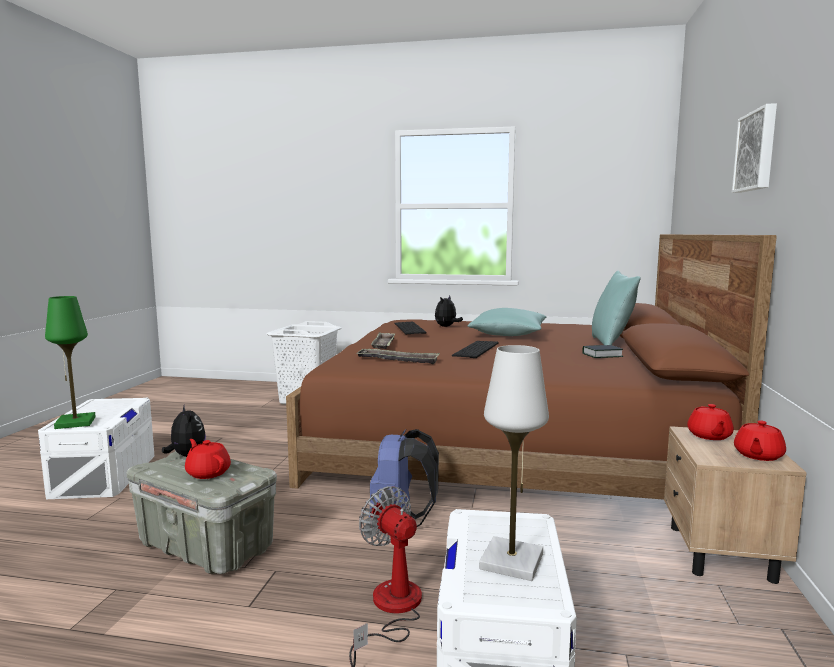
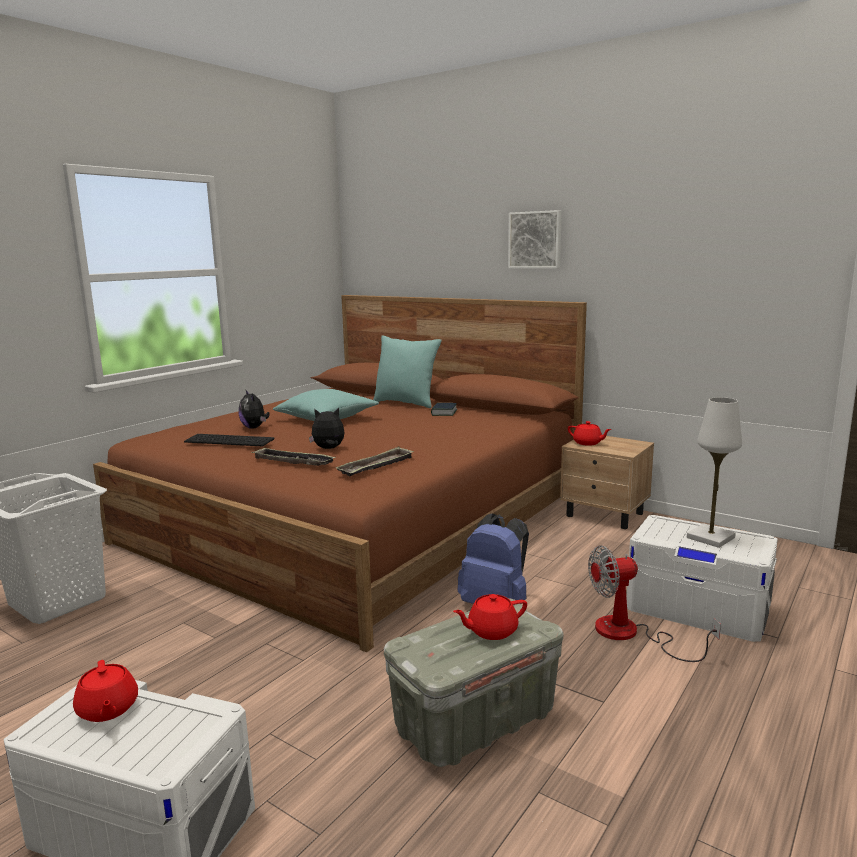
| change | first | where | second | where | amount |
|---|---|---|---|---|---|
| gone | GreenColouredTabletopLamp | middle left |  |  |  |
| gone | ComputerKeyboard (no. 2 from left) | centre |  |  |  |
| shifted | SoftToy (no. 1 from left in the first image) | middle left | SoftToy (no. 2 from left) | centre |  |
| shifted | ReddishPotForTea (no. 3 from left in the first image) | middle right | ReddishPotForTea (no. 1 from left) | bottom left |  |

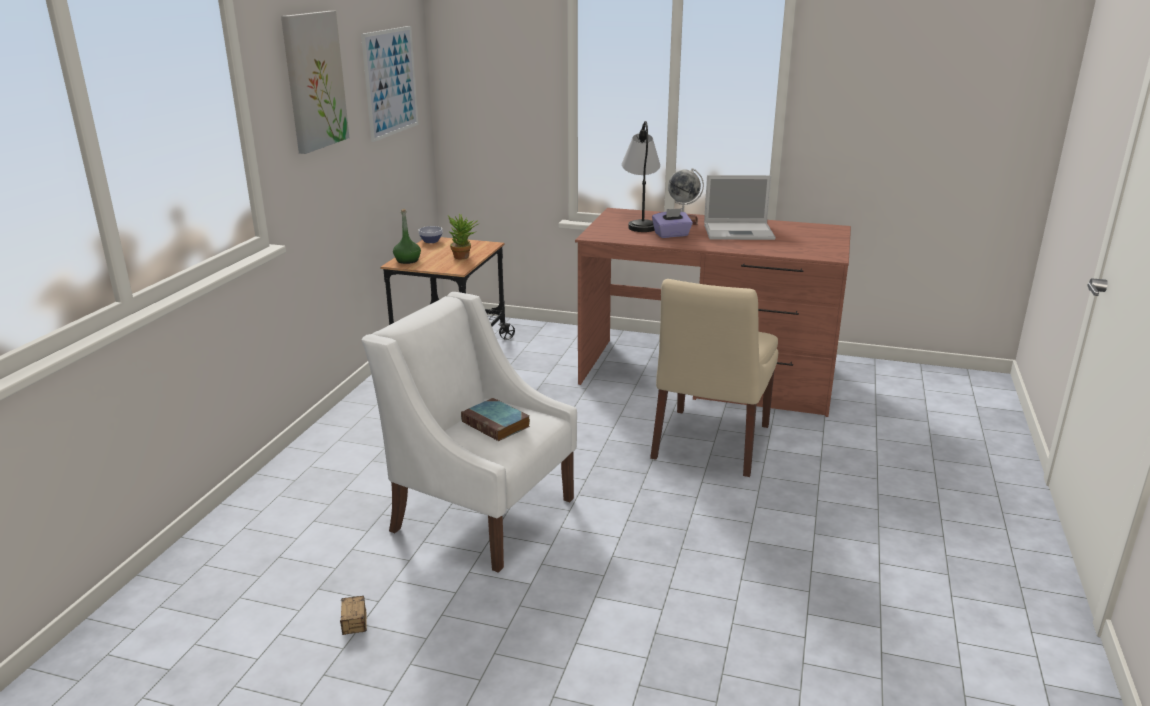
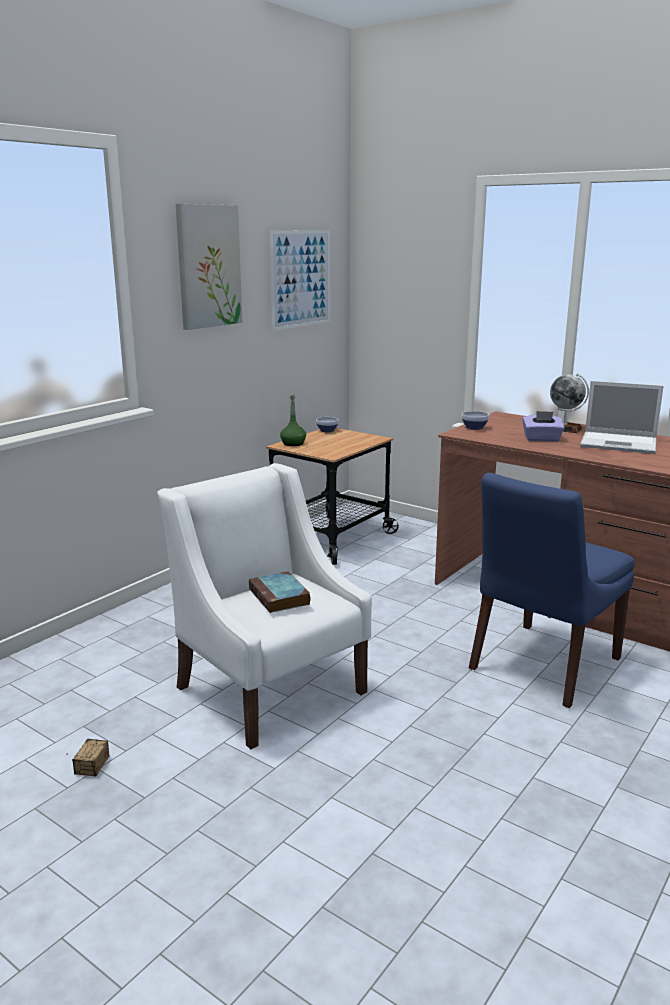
| change | first | where | second | where | amount |
|---|---|---|---|---|---|
| gone | PottedPlant | centre |  |  |  |
| gone | TabletopLamp | top centre |  |  |  |
| new |  |  | ServingBowl (no. 2 from left) | middle right |  |
| repainted | BeigeColouredPlainChair | centre | BlueColouredPlainChair | middle right |  |

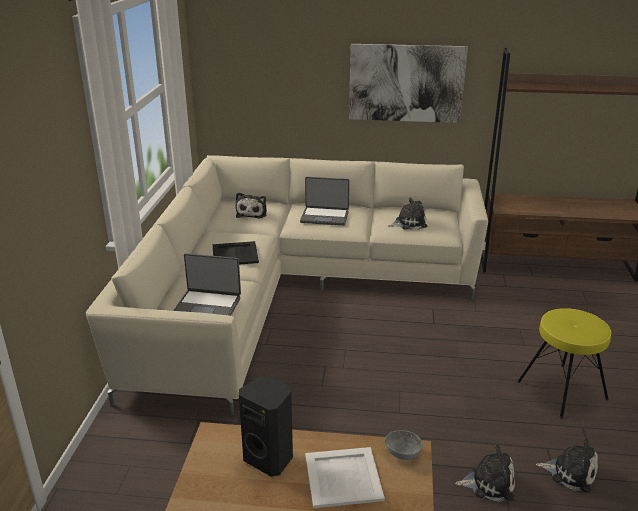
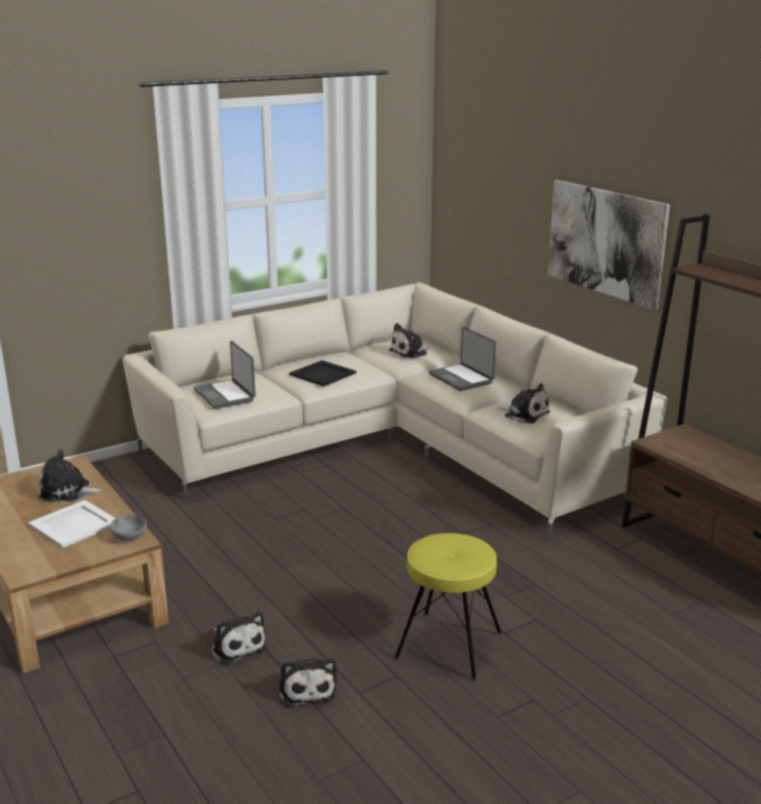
| change | first | where | second | where | amount |
|---|---|---|---|---|---|
| swapped | BlackishSpeaker | bottom centre | SoftToy (no. 1 from left) | middle left |  |

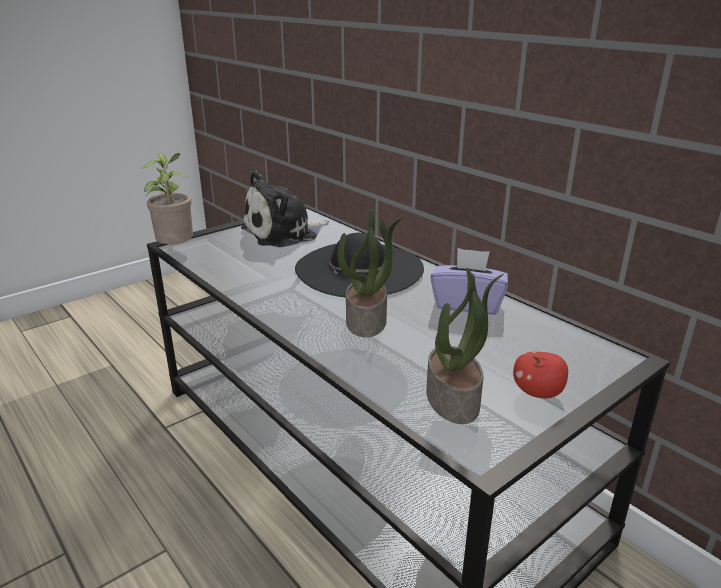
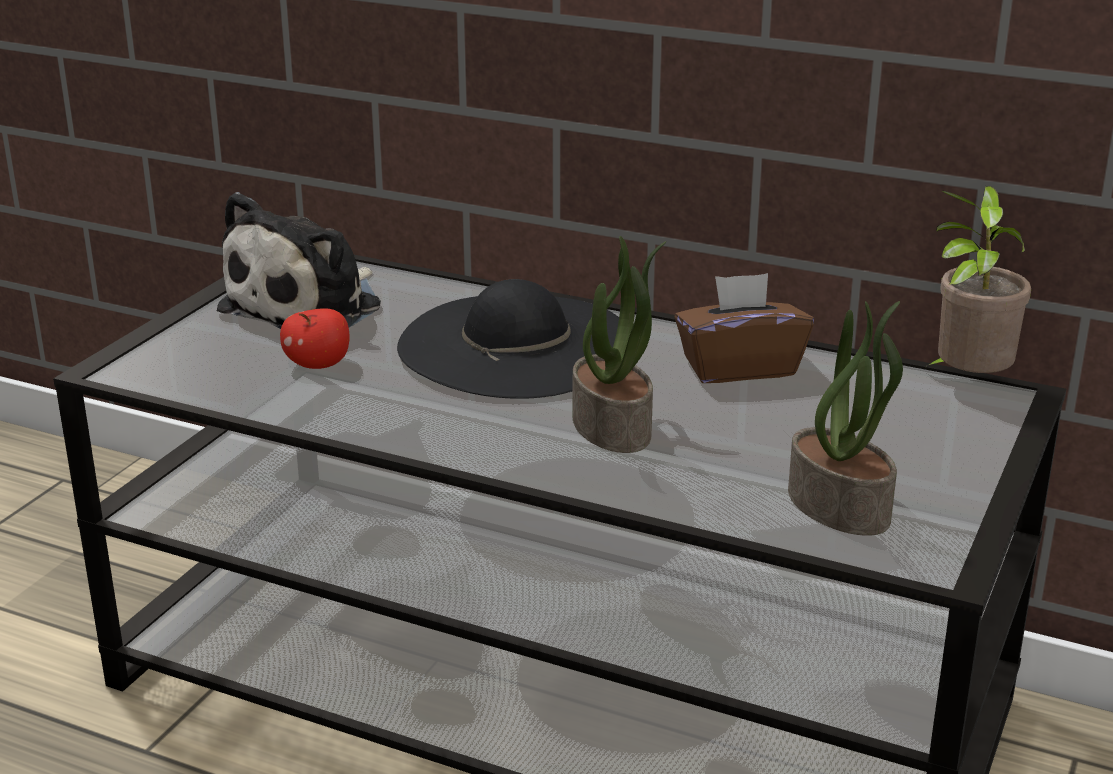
| change | first | where | second | where | amount |
|---|---|---|---|---|---|
| shifted | PottedPlant (no. 1 from left in the first image) | middle left | PottedPlant (no. 3 from left) | middle right |  |
| shifted | WholeApple | middle right |  | middle left |  |
| repainted | PurplishTissueBox | centre | BrownishTissueBox | middle right |  |

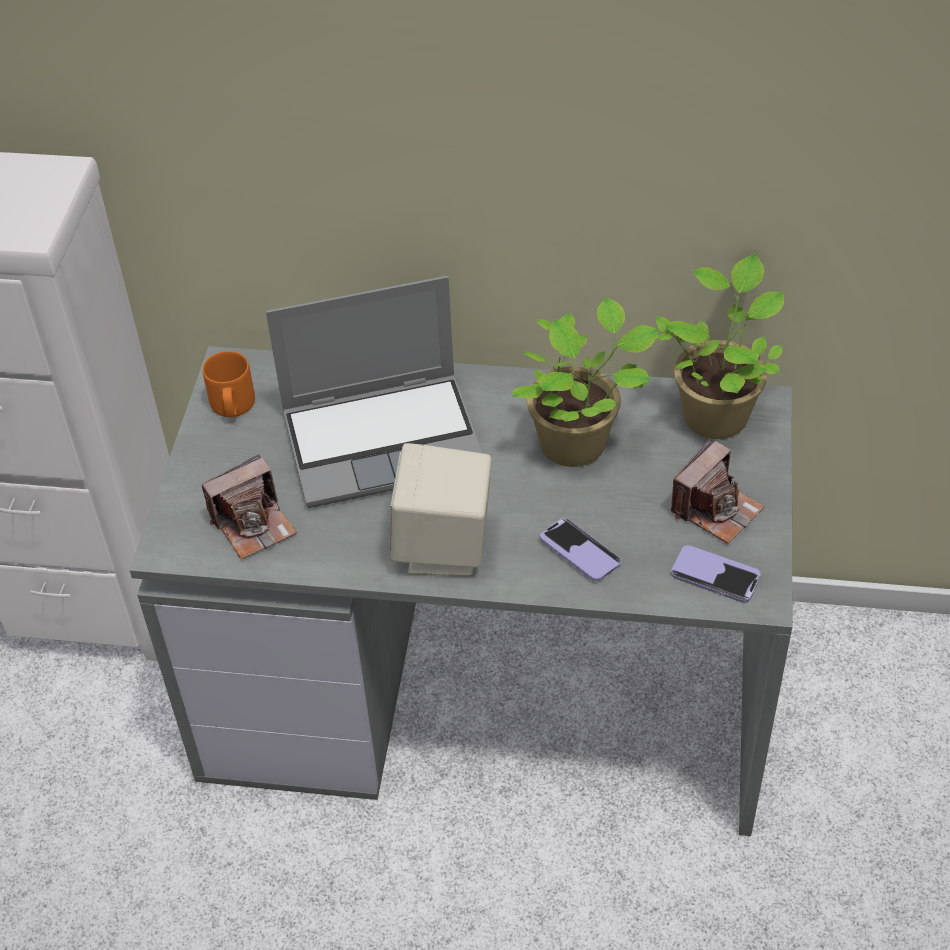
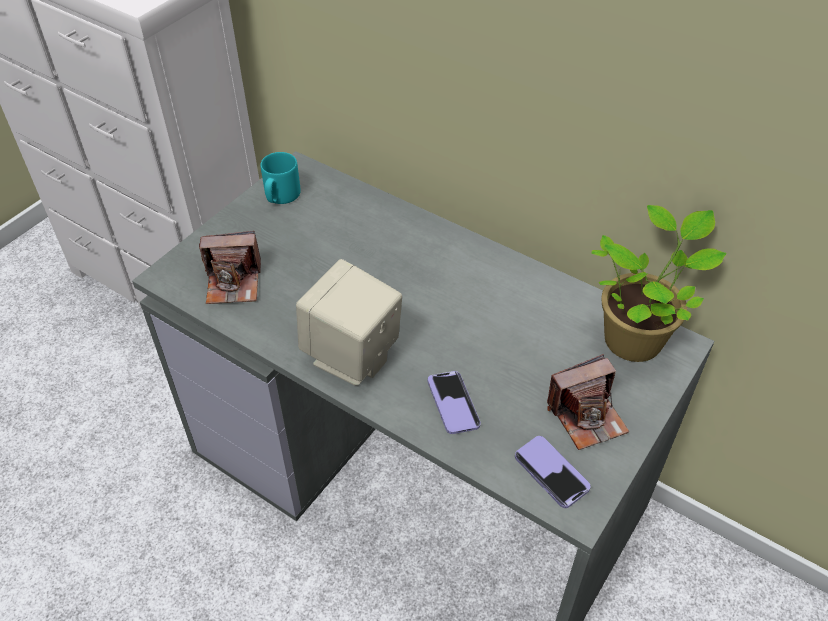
| change | first | where | second | where | amount |
|---|---|---|---|---|---|
| gone | Laptop | centre |  |  |  |
| gone | PottedPlant (no. 1 from left) | centre |  |  |  |
| repainted | OrangeCoffeeMug | middle left | BlueGreenCoffeeMug | top centre |  |

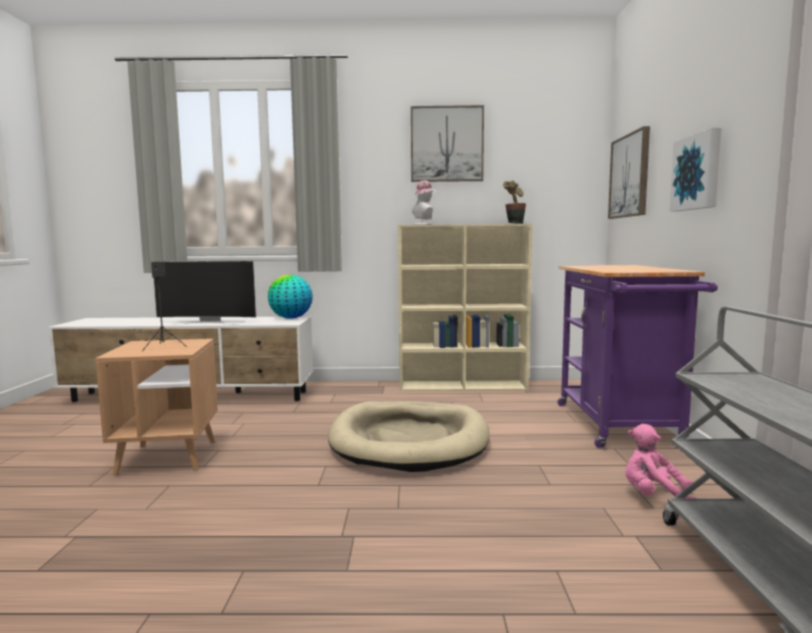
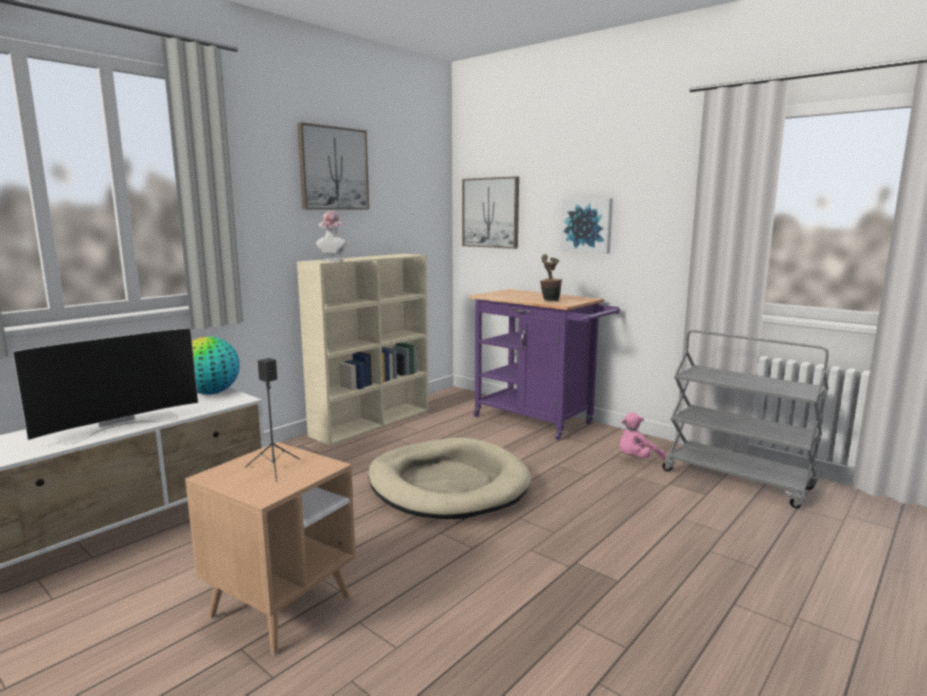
| change | first | where | second | where | amount |
|---|---|---|---|---|---|
| shifted | PottedPlant | top centre |  | centre |  |

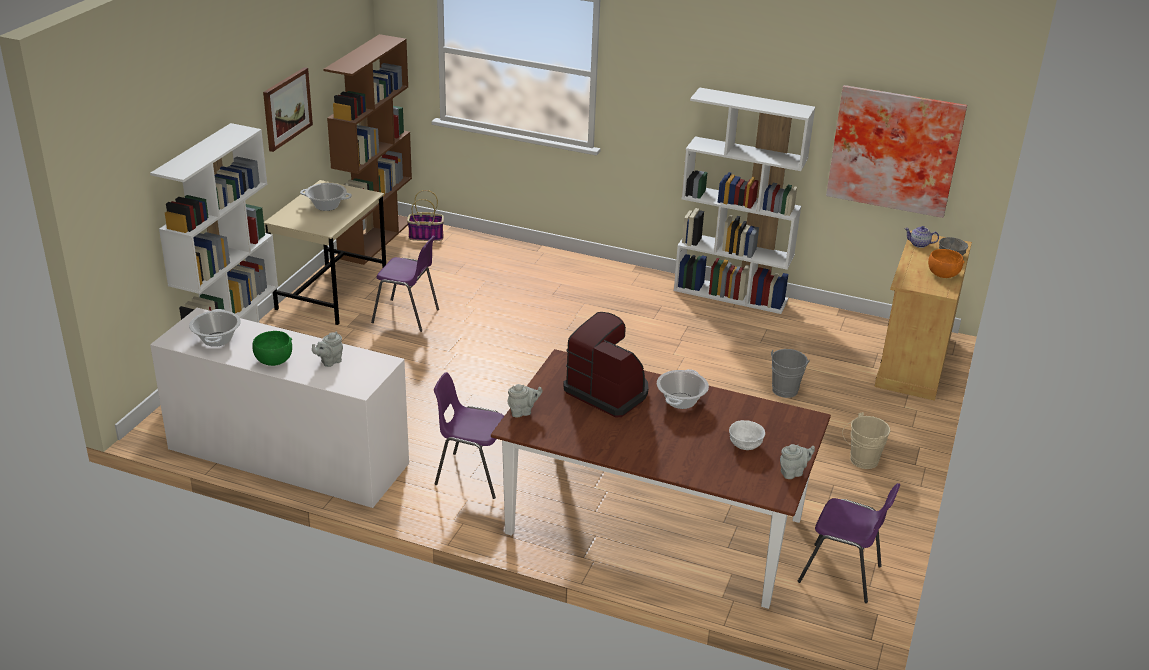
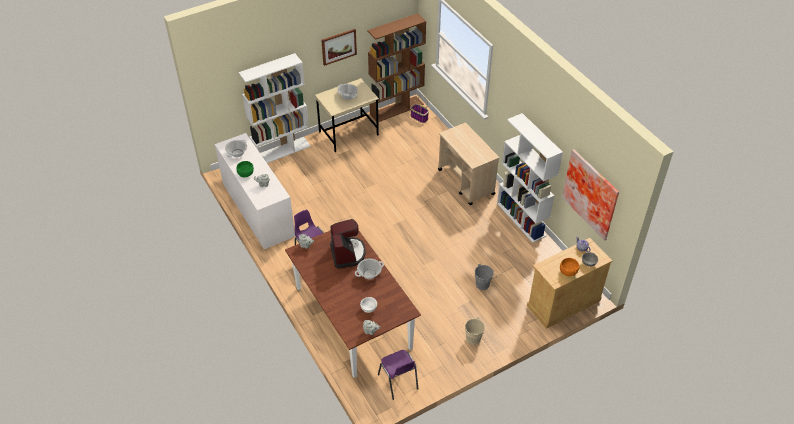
| change | first | where | second | where | amount |
|---|---|---|---|---|---|
| gone | PurplishPlainChair (no. 1 from left) | centre |  |  |  |
| new |  |  | BeigeColouredCart | centre |  |

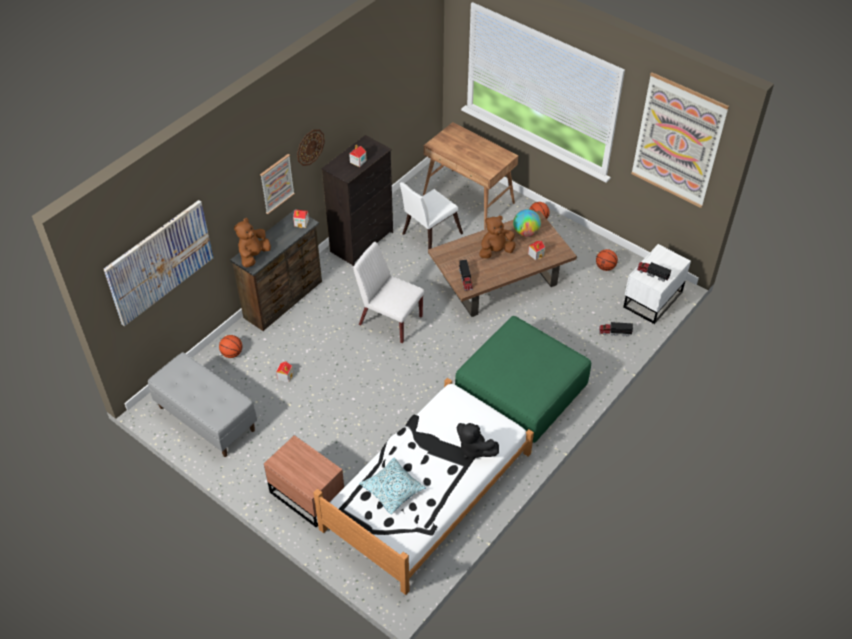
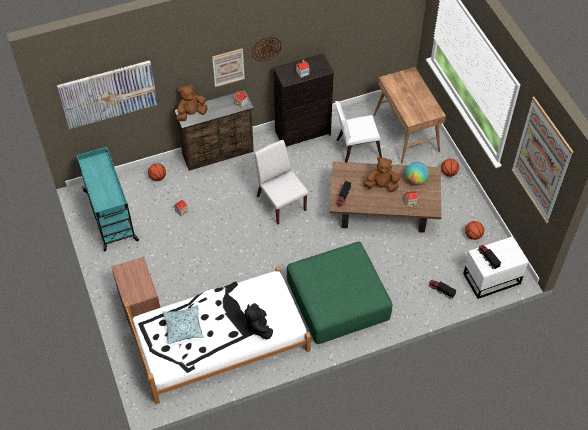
| change | first | where | second | where | amount |
|---|---|---|---|---|---|
| swapped | GreyLongSeat | middle left | BlueGreenCart | middle left |  |

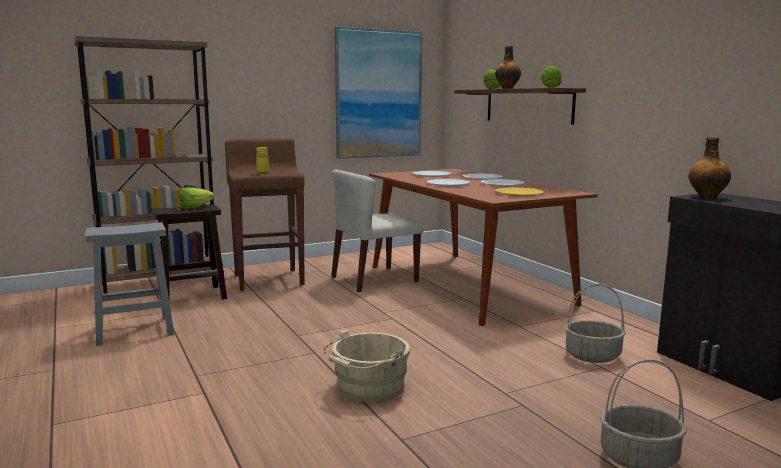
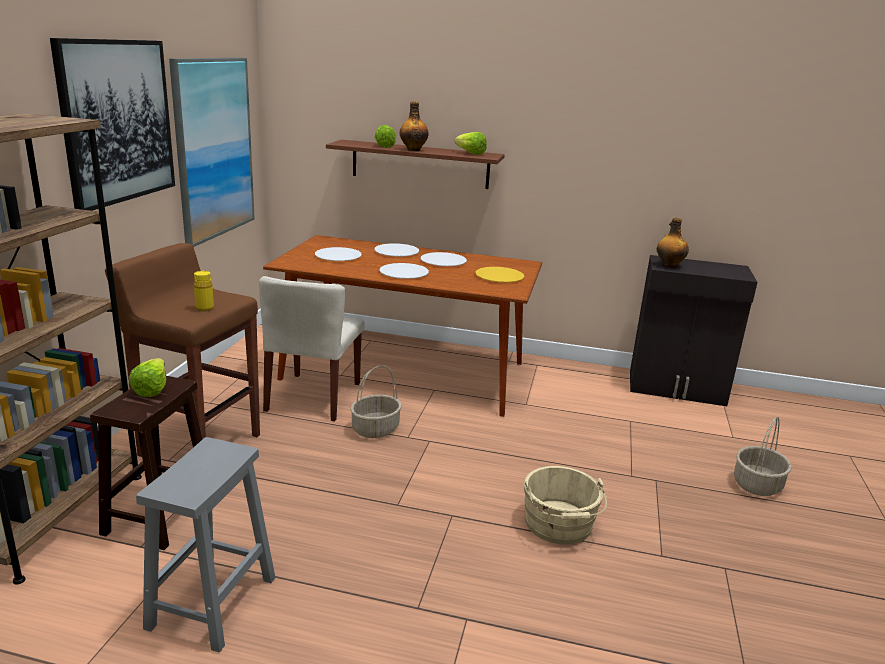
| change | first | where | second | where | amount |
|---|---|---|---|---|---|
| new |  |  | WallPicture (no. 1 from left) | top left |  |
| shifted | Basket (no. 1 from left) | bottom right |  | centre |  |

